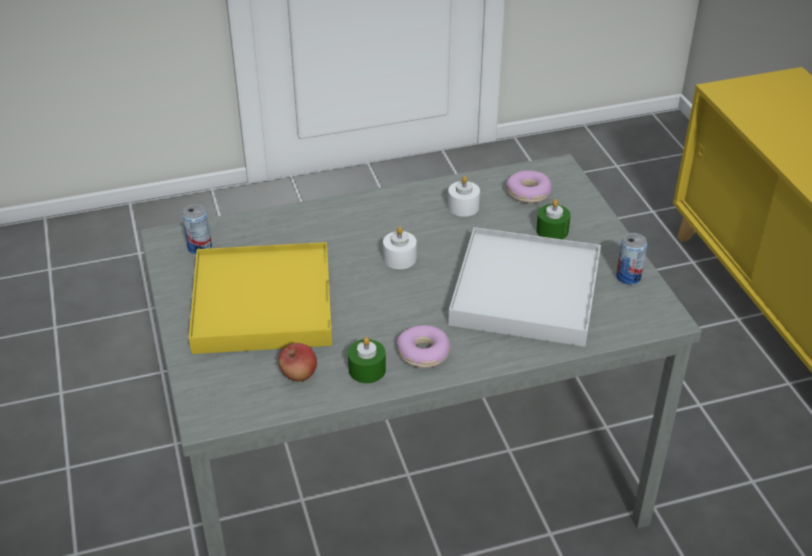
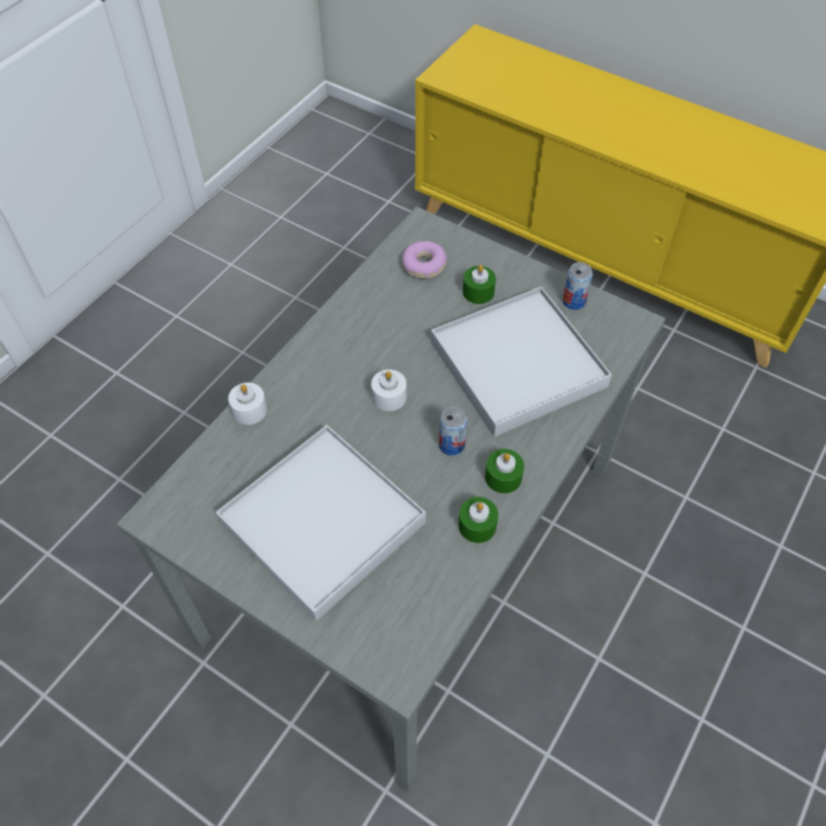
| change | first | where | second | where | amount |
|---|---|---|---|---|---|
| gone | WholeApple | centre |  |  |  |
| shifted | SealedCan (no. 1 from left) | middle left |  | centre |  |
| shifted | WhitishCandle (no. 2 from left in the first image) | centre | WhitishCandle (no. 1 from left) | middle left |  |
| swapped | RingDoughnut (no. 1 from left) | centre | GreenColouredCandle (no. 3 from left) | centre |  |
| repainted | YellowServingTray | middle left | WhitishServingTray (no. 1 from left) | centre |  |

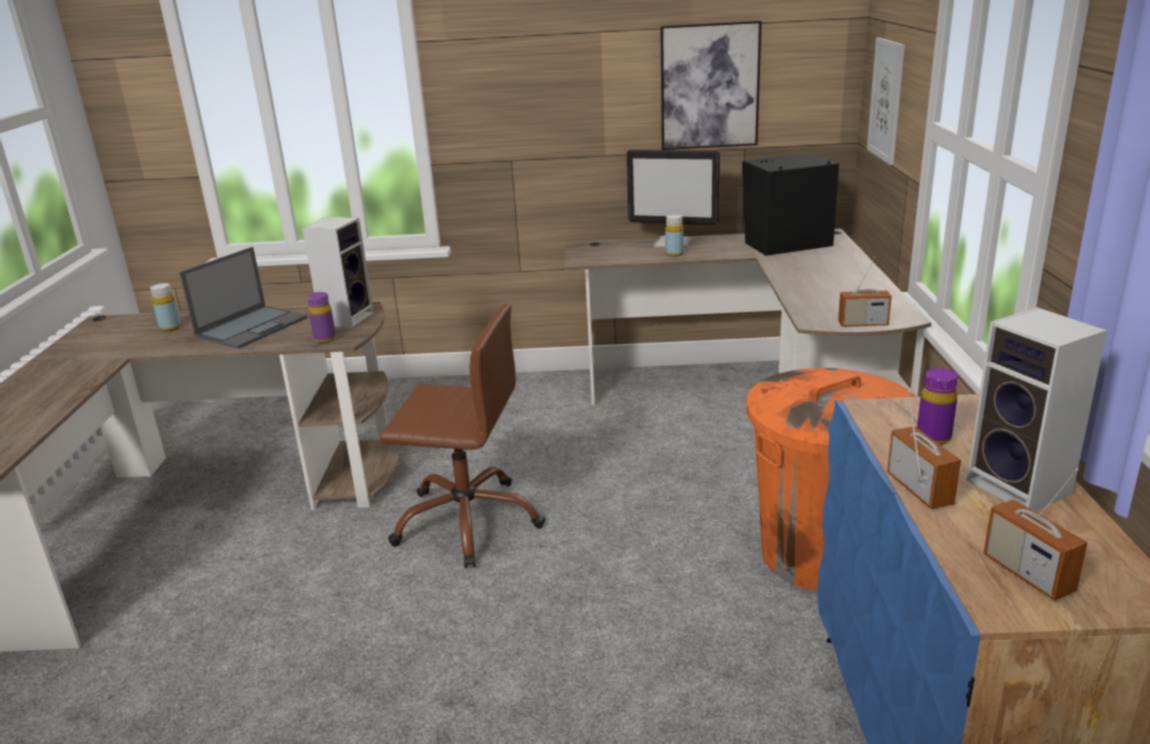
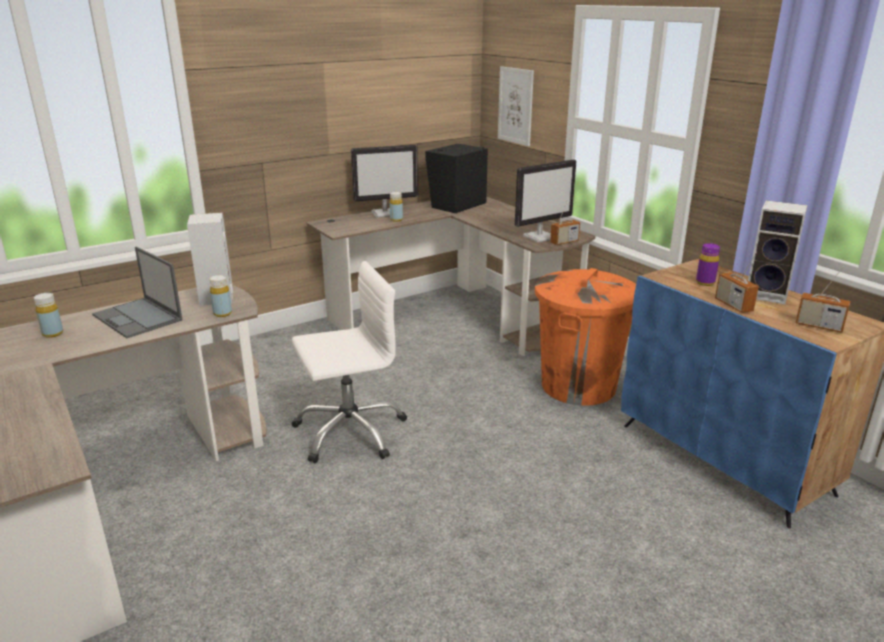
| change | first | where | second | where | amount |
|---|---|---|---|---|---|
| gone | WallPicture (no. 1 from left) | top centre |  |  |  |
| new |  |  | ComputerDisplay (no. 2 from left) | top centre |  |
| repainted | PurplishDrinkBottle (no. 1 from left) | middle left | YellowDrinkBottle (no. 2 from left) | middle left |  |
| repainted | BrownishDeskChair | centre | WhitishDeskChair | centre |  |
| rotated | Laptop | middle left |  | middle left | 135 degrees clockwise |
| rotated | RadioReceiver (no. 2 from left) | middle right |  | middle right | 150 degrees counterclockwise |

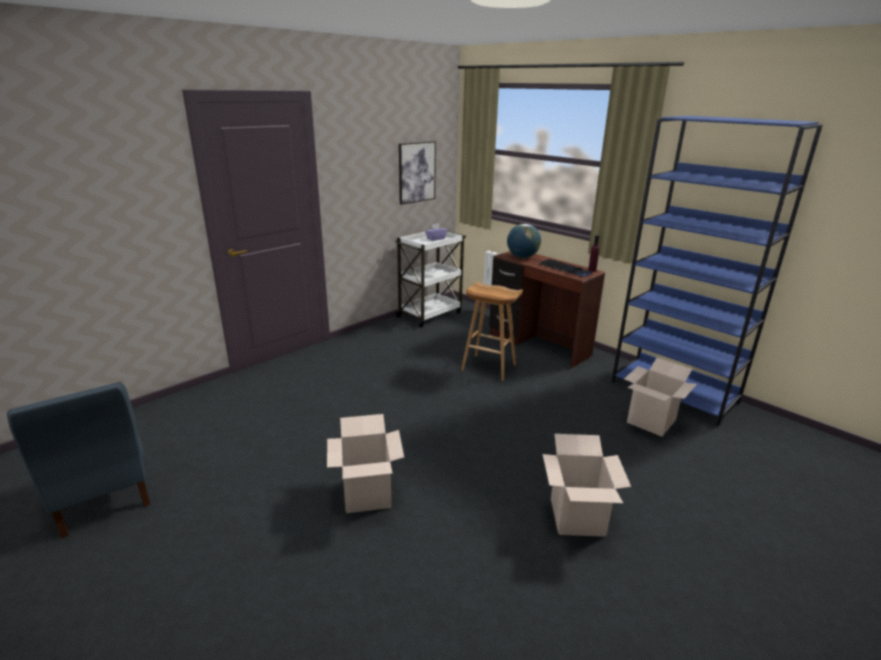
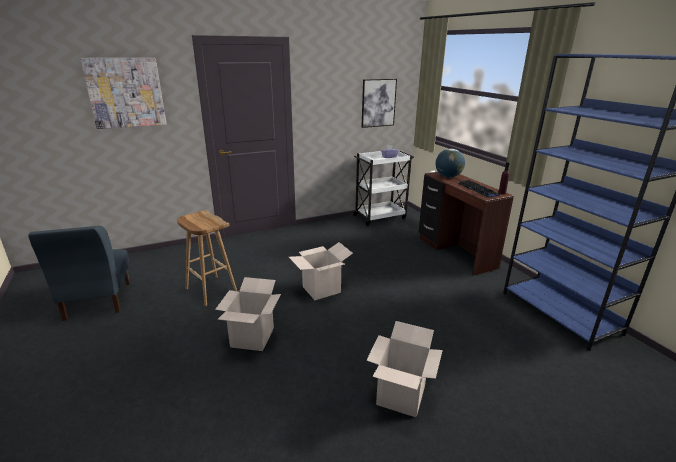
| change | first | where | second | where | amount |
|---|---|---|---|---|---|
| new |  |  | WallPicture (no. 1 from left) | top left |  |
| shifted | BrownishStoolSeat | centre |  | middle left |  |
| shifted | Carton (no. 3 from left in the first image) | middle right | Carton (no. 2 from left) | centre |  |

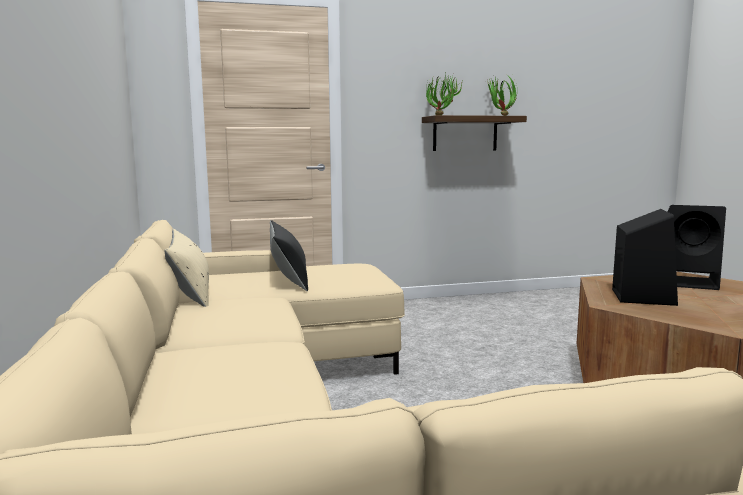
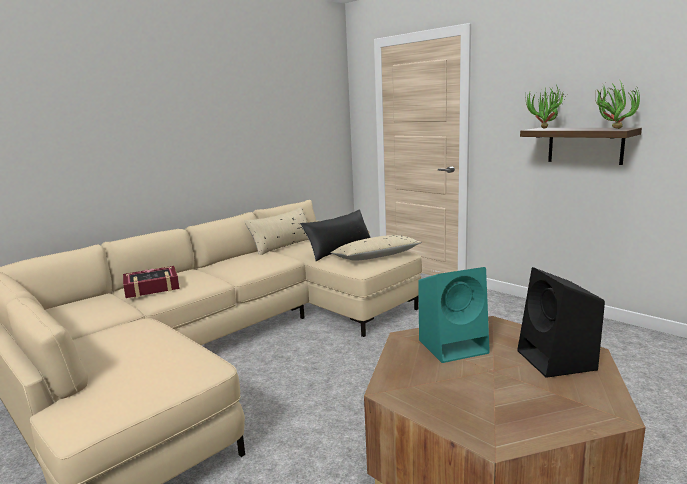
| change | first | where | second | where | amount |
|---|---|---|---|---|---|
| new |  |  | Book | middle left |  |
| new |  |  | BeigeColouredPillow (no. 2 from left) | centre |  |
| repainted | BlackishSpeaker (no. 1 from left) | middle right | BlueGreenSpeaker | centre |  |

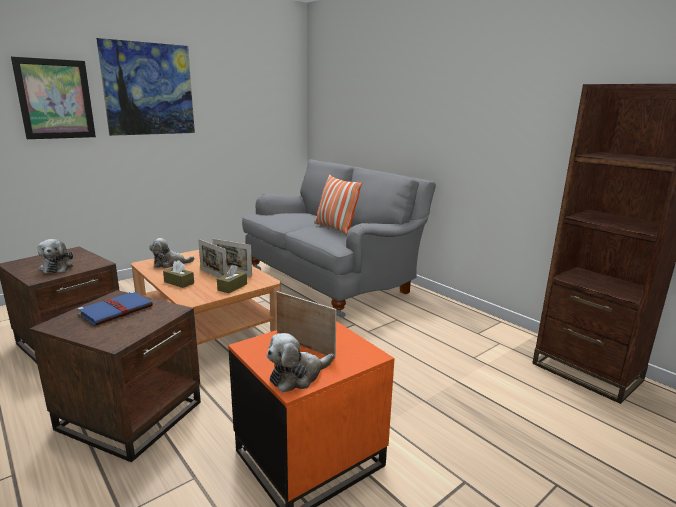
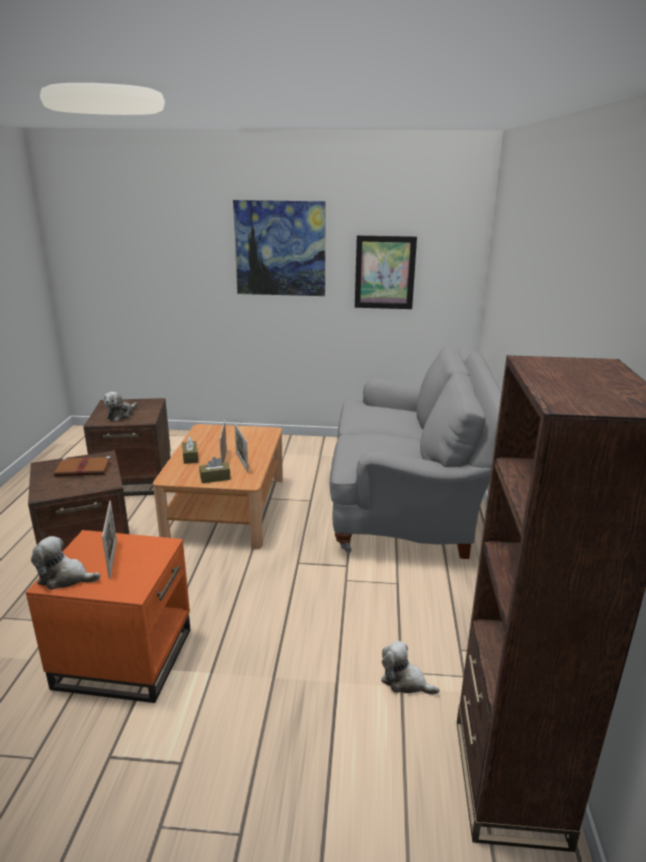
| change | first | where | second | where | amount |
|---|---|---|---|---|---|
| gone | Pillow | centre |  |  |  |
| shifted | WallPicture (no. 1 from left in the first image) | top left | WallPicture (no. 2 from left) | top centre |  |
| shifted | SoftToy (no. 2 from left in the first image) | middle left | SoftToy (no. 3 from left) | bottom centre |  |
| repainted | BlueColouredBook | middle left | BrownishBook | middle left |  |

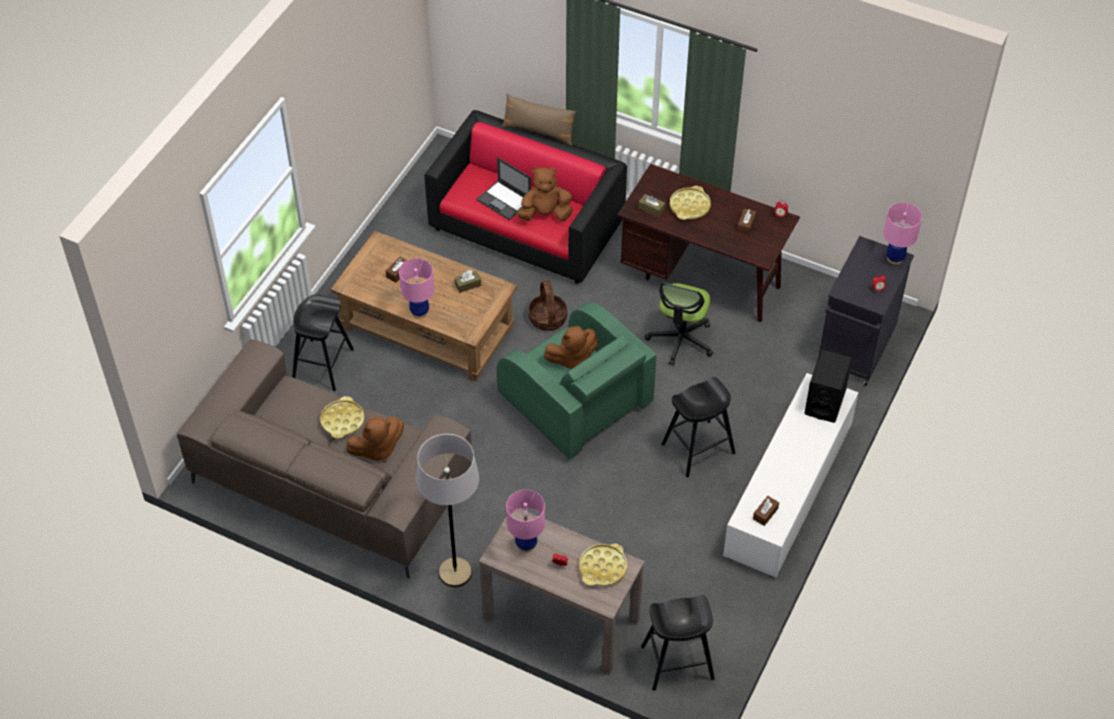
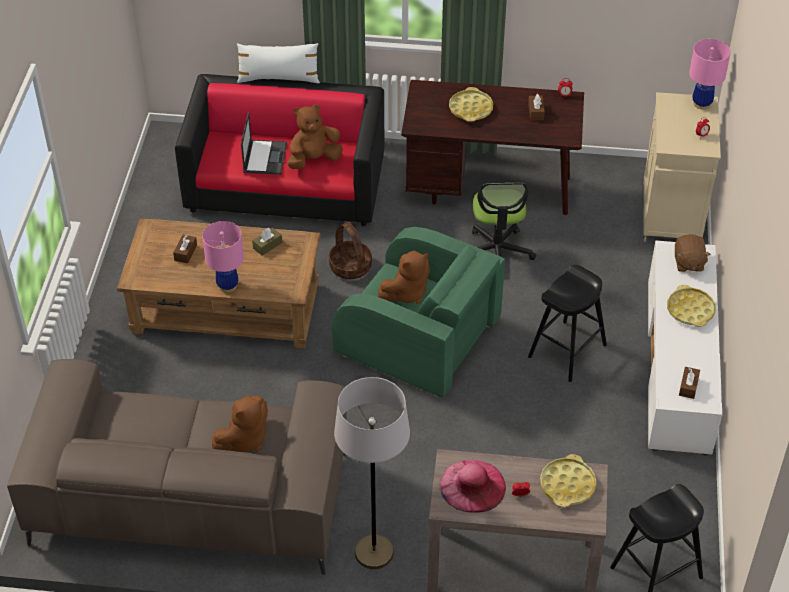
| change | first | where | second | where | amount |
|---|---|---|---|---|---|
| gone | BlackishStoolSeat (no. 1 from left) | middle left |  |  |  |
| gone | BrownishTissueBox (no. 3 from left) | top centre |  |  |  |
| shifted | YellowServingTray (no. 1 from left in the first image) | middle left | YellowServingTray (no. 3 from left) | middle right |  |
| swapped | PinkColouredTabletopLamp (no. 2 from left) | bottom centre | PinkColouredWearableHat | bottom centre |  |
| swapped | BlackishSpeaker | middle right | BrownishSoftToy (no. 4 from left) | middle right |  |
| repainted | BrownishPillow | top centre | WhitishPillow | top centre |  |
| repainted | BlackishStorageCabinet | middle right | BeigeColouredStorageCabinet | top right |  |
| rotated | Laptop | top centre |  | top centre | 105 degrees counterclockwise |

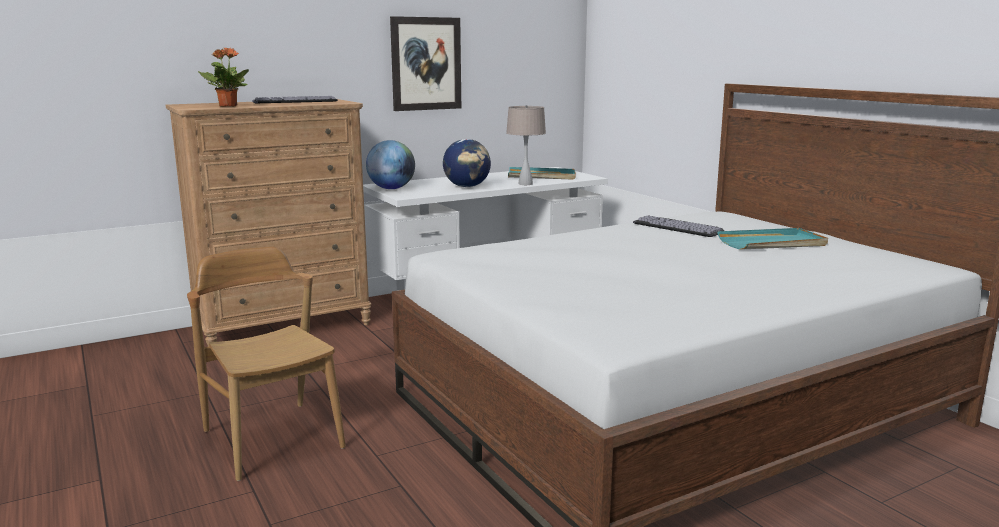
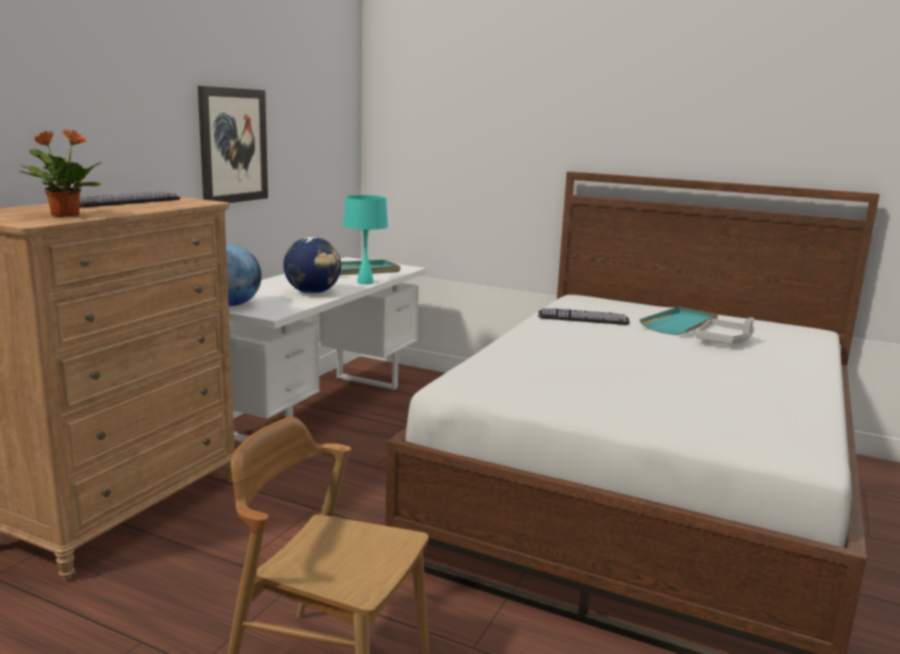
| change | first | where | second | where | amount |
|---|---|---|---|---|---|
| new |  |  | GreyServingTray | middle right |  |
| repainted | BeigeColouredTabletopLamp | top centre | BlueGreenTabletopLamp | centre |  |

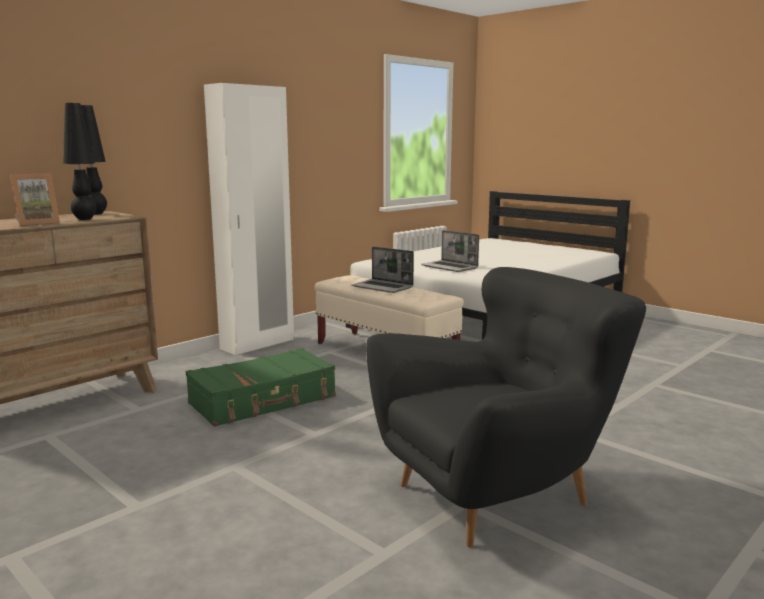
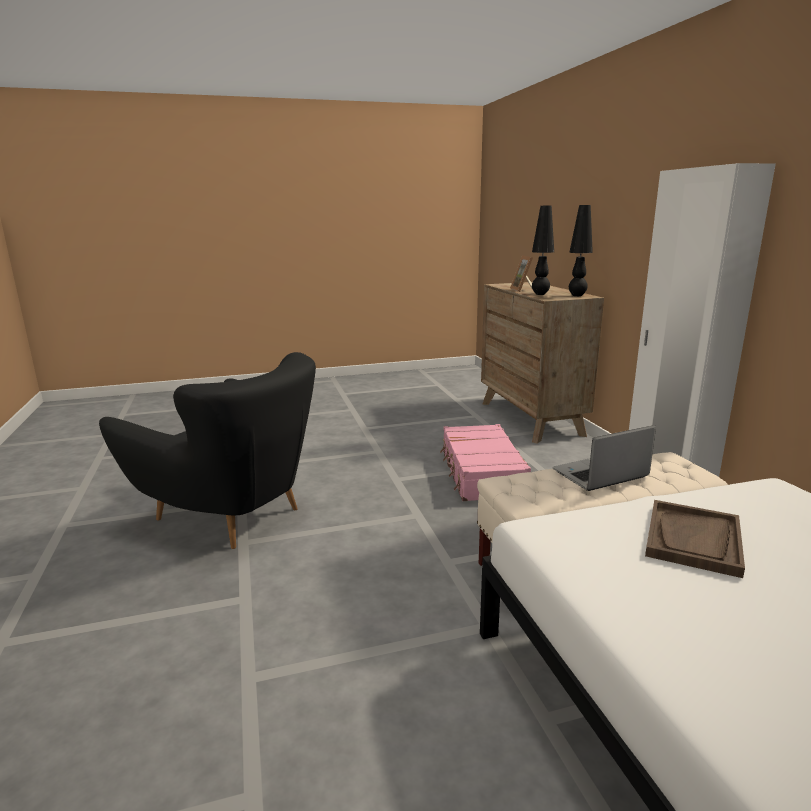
| change | first | where | second | where | amount |
|---|---|---|---|---|---|
| swapped | Laptop (no. 2 from left) | centre | BrownishServingTray | middle right |  |
| repainted | GreenColouredSuitcase | centre | PinkColouredSuitcase | centre |  |
| rotated | BlackishEasyChair | bottom centre |  | middle left | 60 degrees counterclockwise |

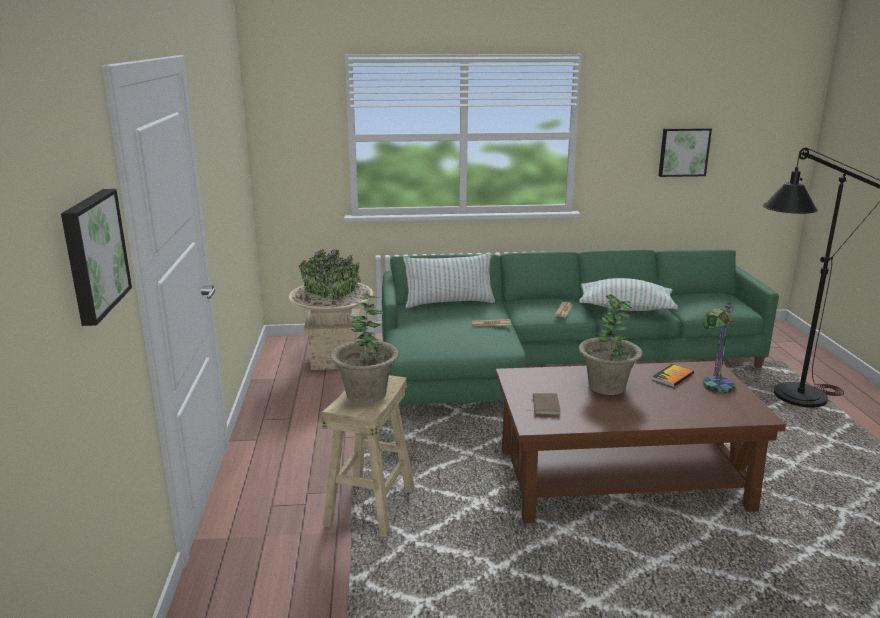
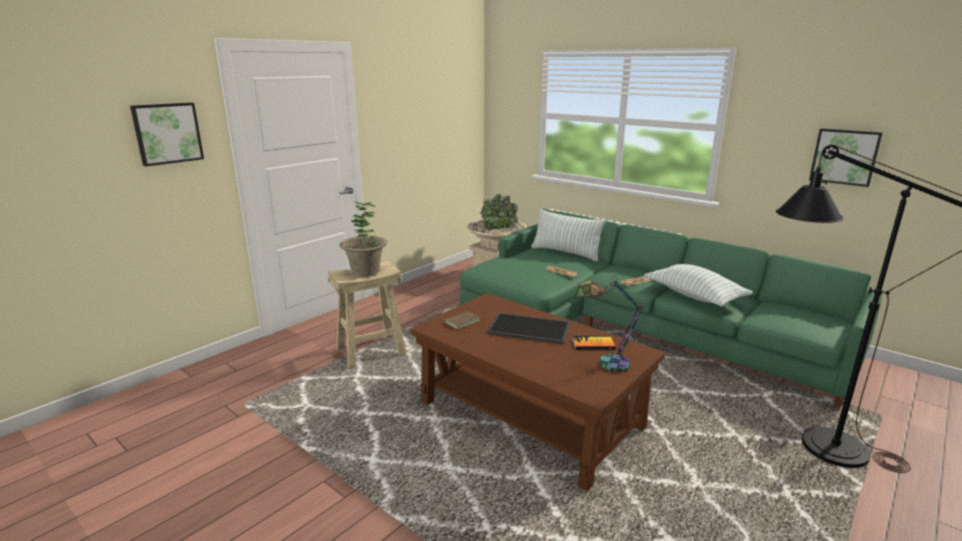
| change | first | where | second | where | amount |
|---|---|---|---|---|---|
| swapped | PottedPlant (no. 2 from left) | middle right | ServingTray | centre |  |

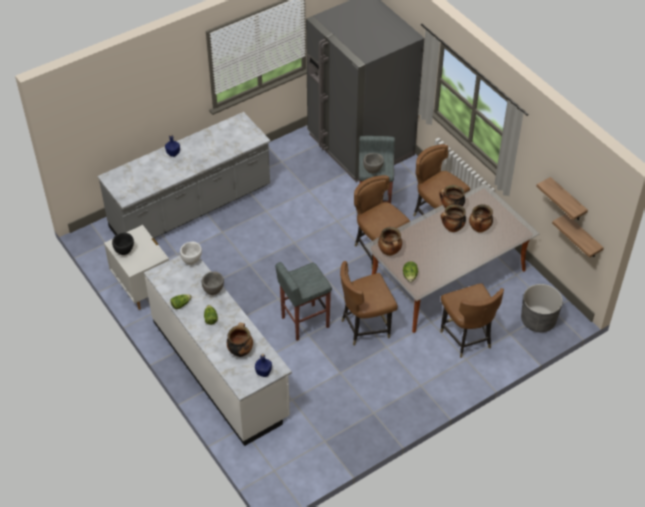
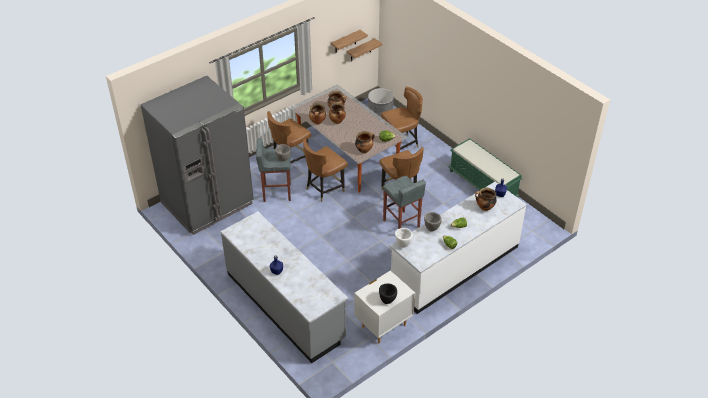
| change | first | where | second | where | amount |
|---|---|---|---|---|---|
| new |  |  | GreenColouredLongSeat | middle right |  |

